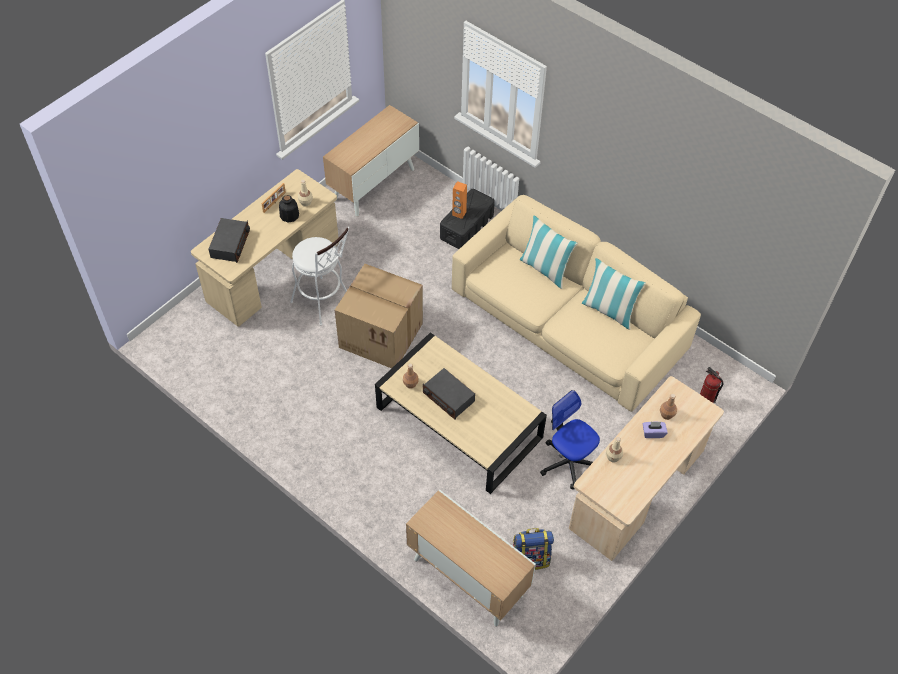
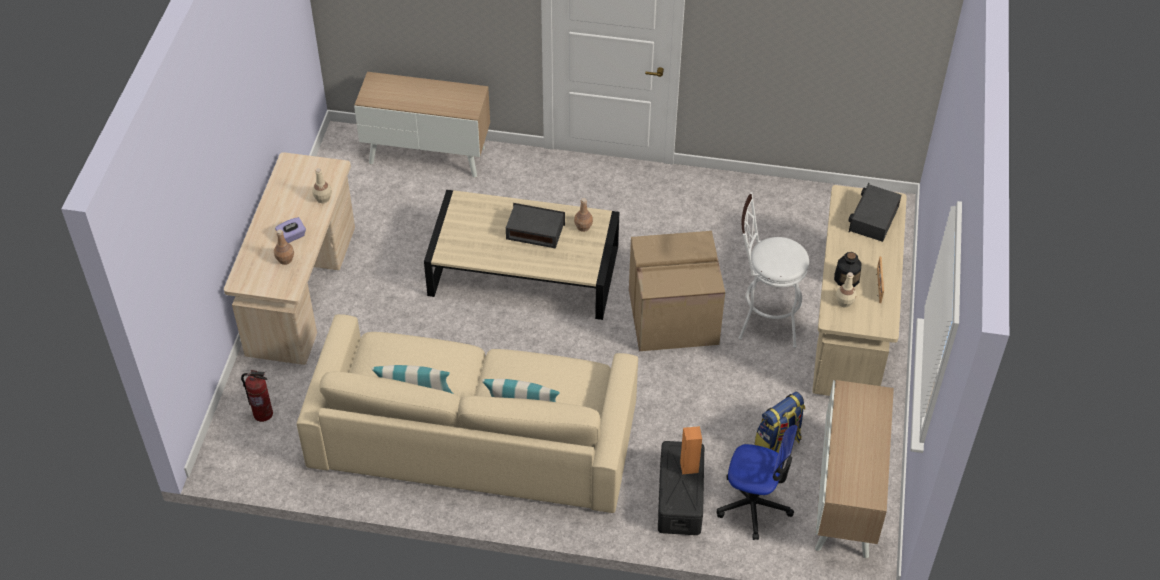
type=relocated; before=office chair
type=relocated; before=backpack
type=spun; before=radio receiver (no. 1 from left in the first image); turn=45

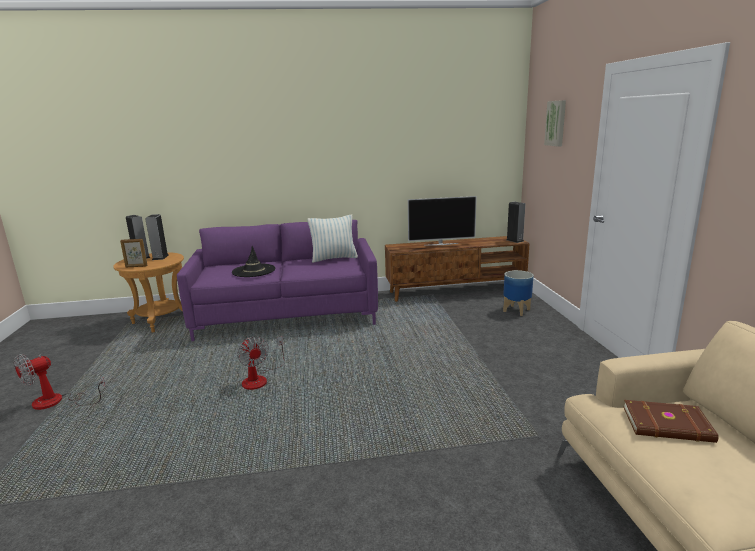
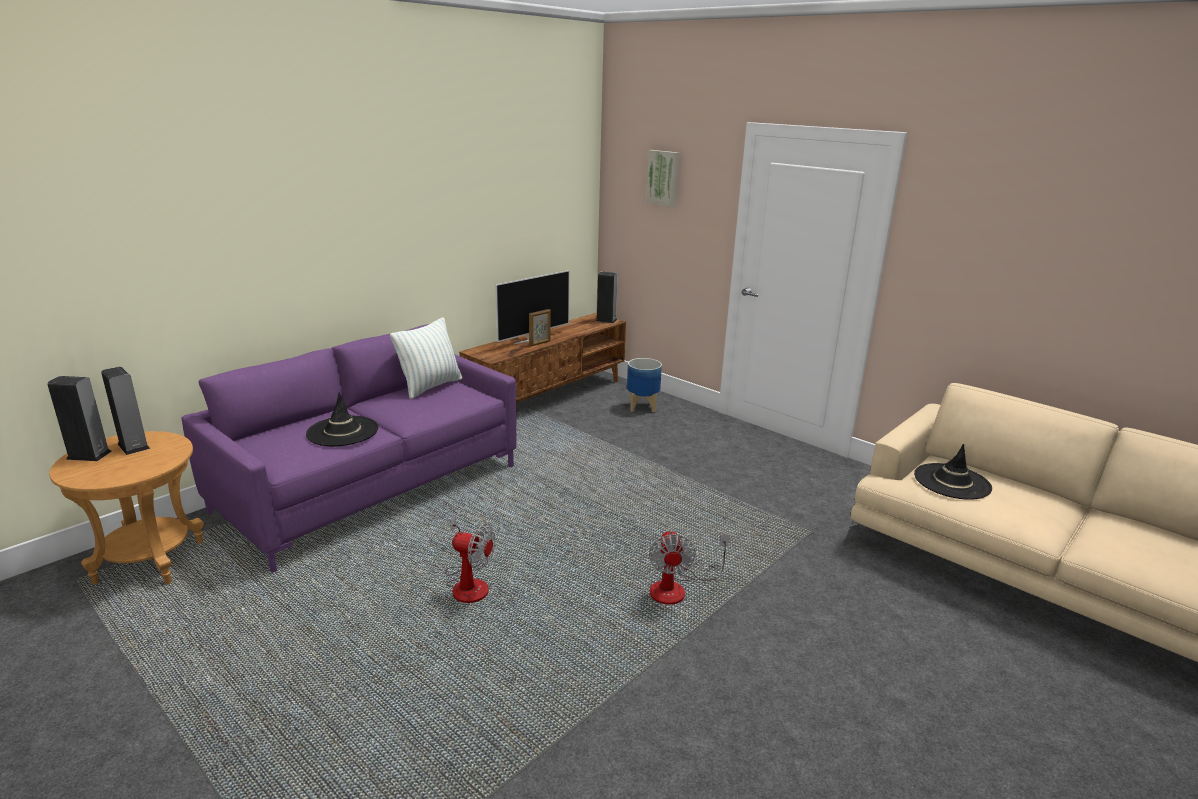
type=relocated; before=standing frame
type=relocated; before=fan (no. 1 from left in the first image); after=fan (no. 2 from left)
type=exchanged; before=brownish bound book; after=blackish hat (no. 2 from left)

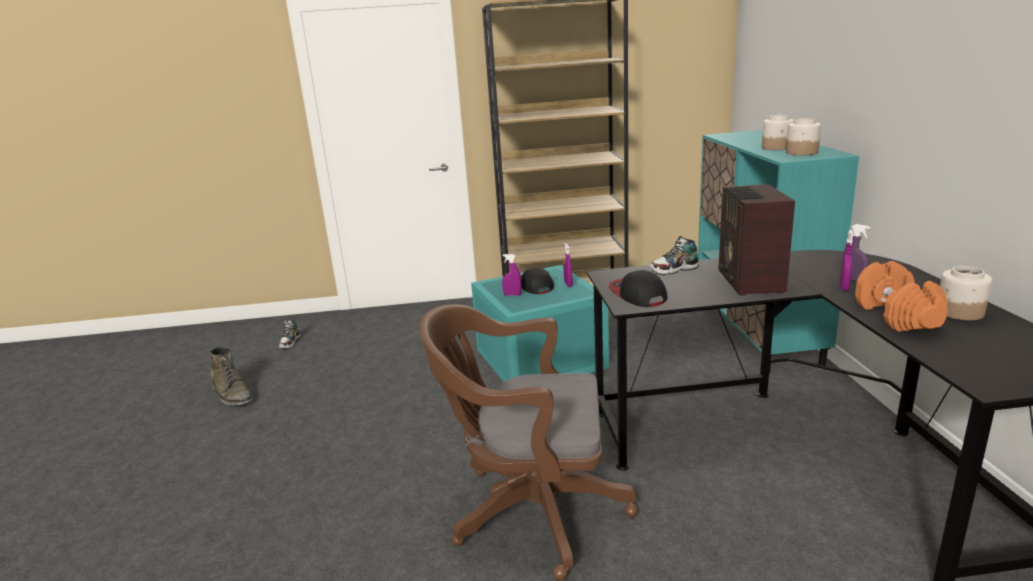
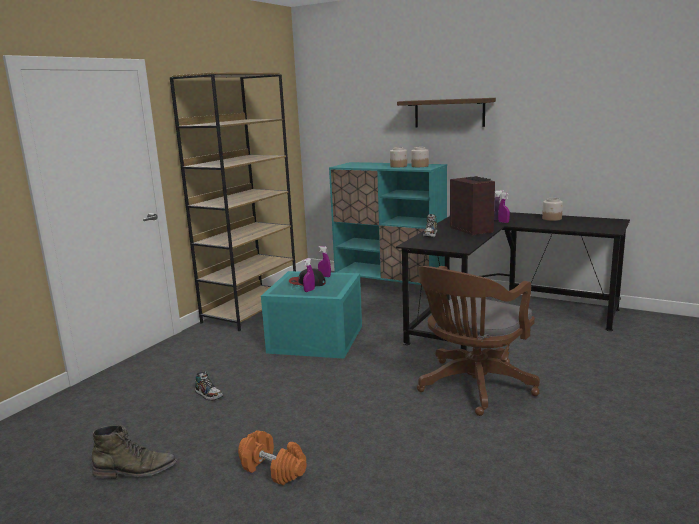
type=relocated; before=low shoe (no. 1 from left)
type=relocated; before=orange free weight
type=appeared; after=bracket shelf
type=spun; before=radio receiver; turn=-150
type=missing; before=peaked cap (no. 2 from left)

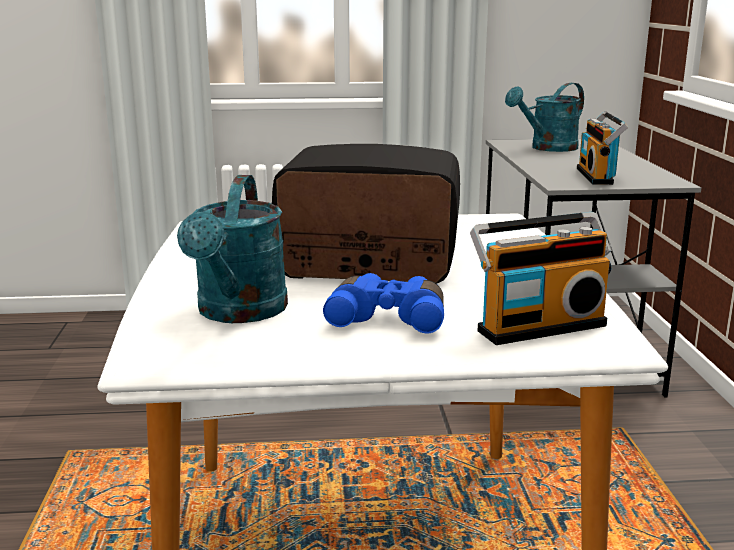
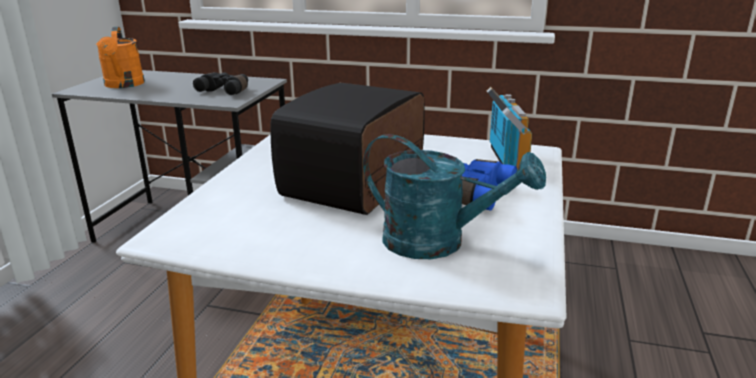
type=colour; before=turquoise-coloured watering pot (no. 2 from left); after=orange watering pot
type=exchanged; before=radio receiver (no. 3 from left); after=blackish binoculars

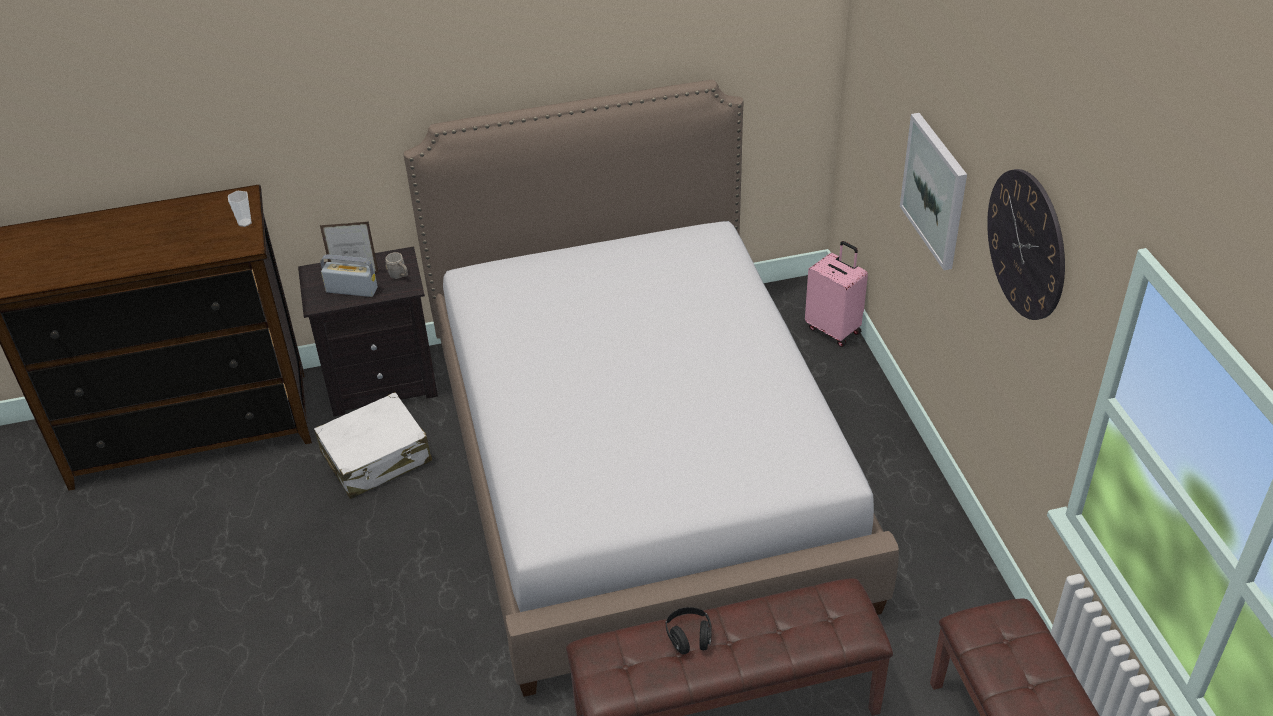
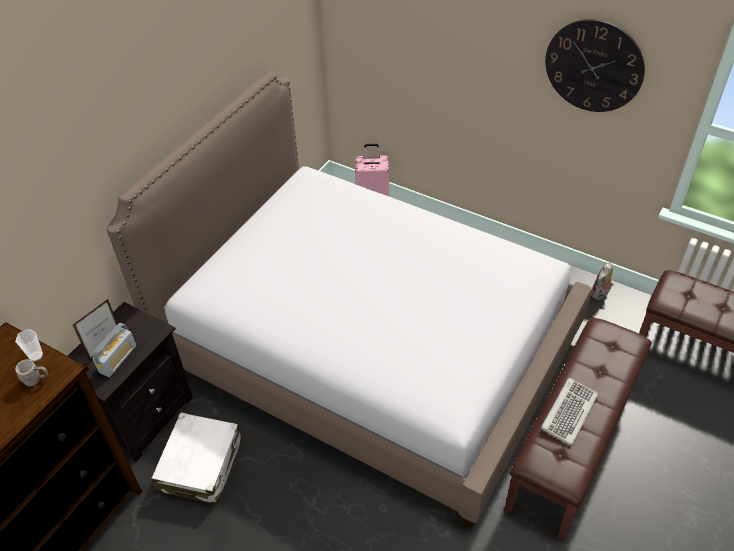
type=relocated; before=greyish mug
type=spun; before=radio receiver; turn=150
type=exchanged; before=blackish headphones; after=PC keyboard
type=appeared; after=cuddly toy
type=missing; before=picture

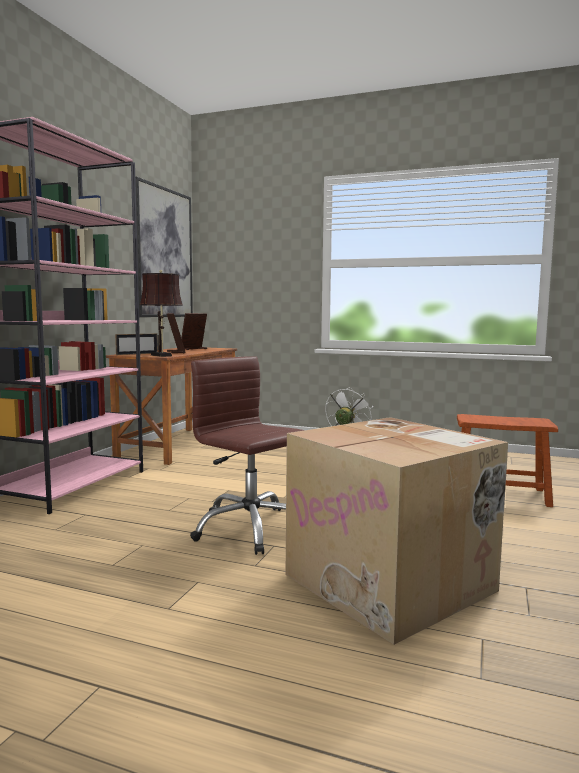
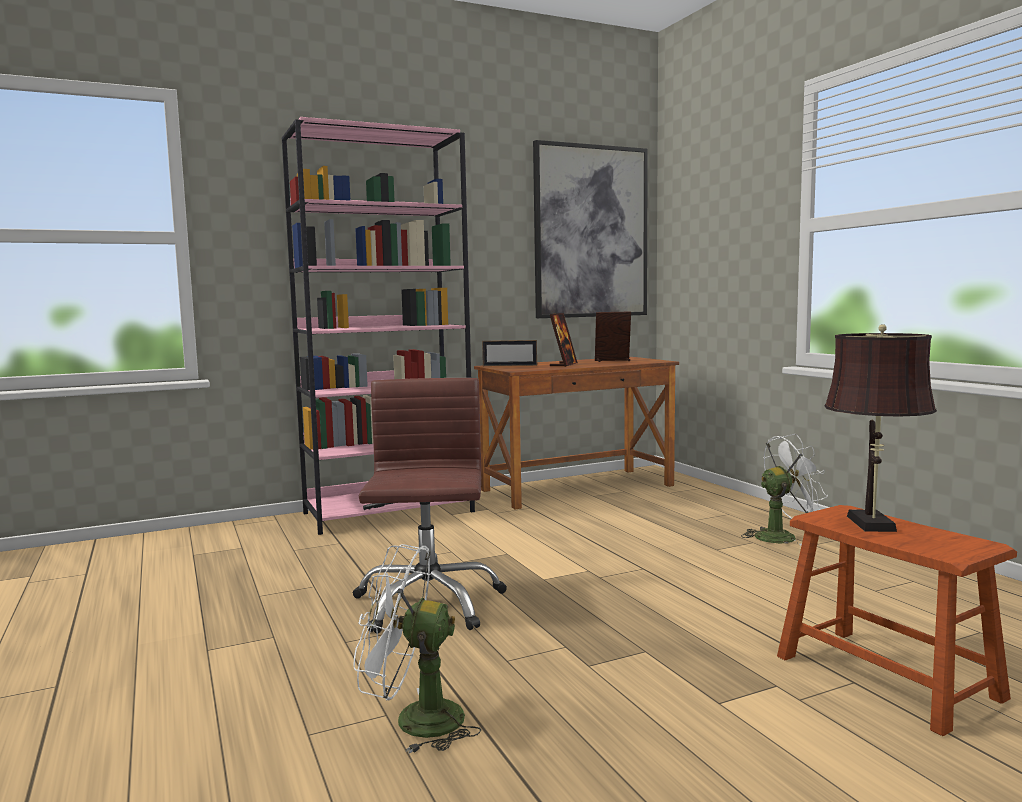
type=exchanged; before=cardboard box; after=whitish fan (no. 1 from left)
type=relocated; before=brownish lamp for a table

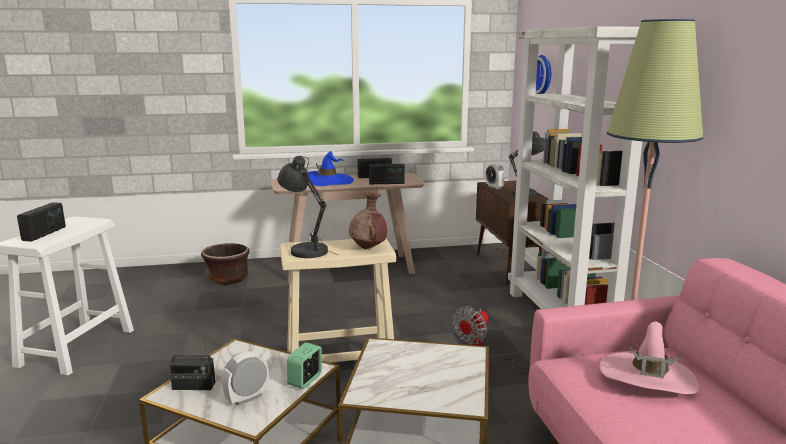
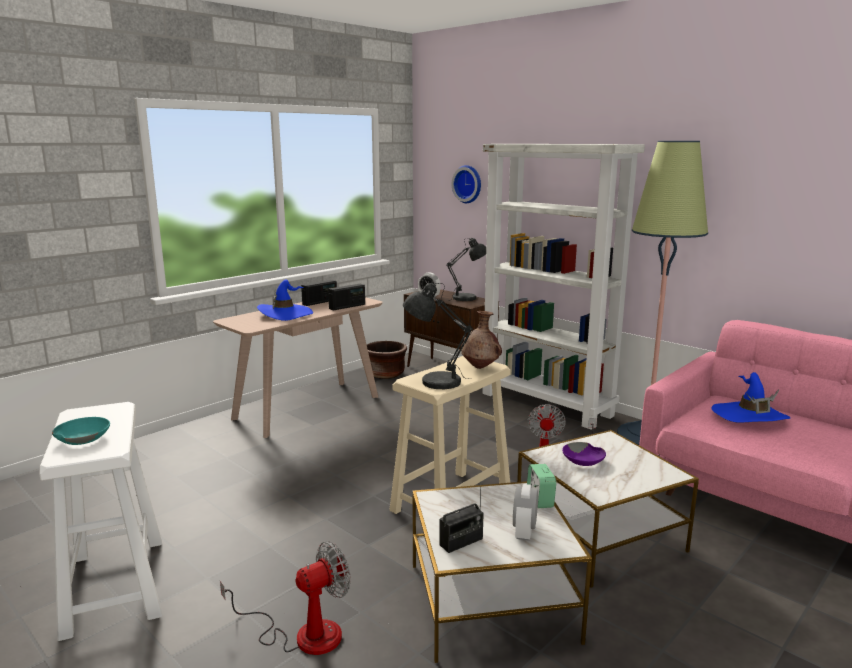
type=exchanged; before=radio receiver (no. 1 from left); after=turquoise-coloured bowl
type=appeared; after=fan (no. 1 from left)
type=relocated; before=brownish flower pot
type=appeared; after=purple bowl
type=colour; before=pink hat; after=blue hat (no. 2 from left)

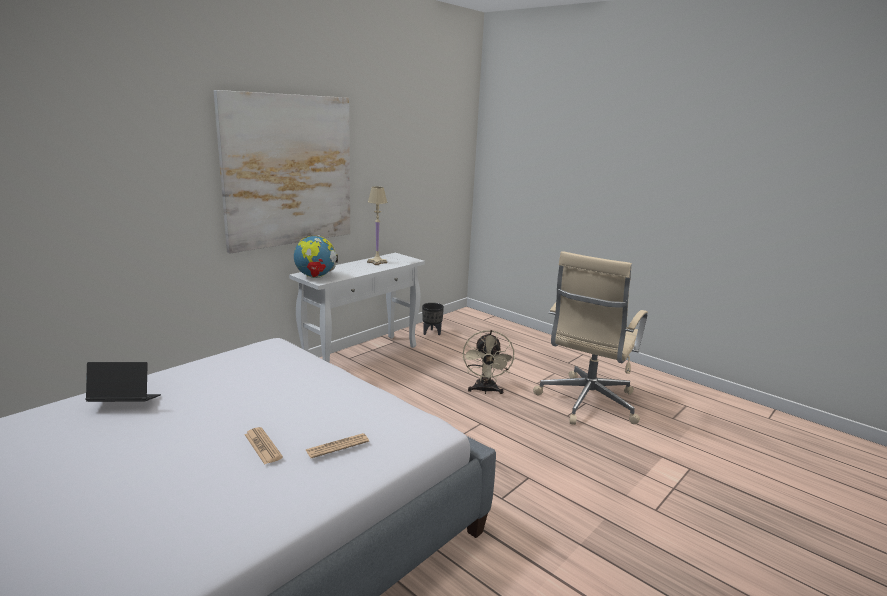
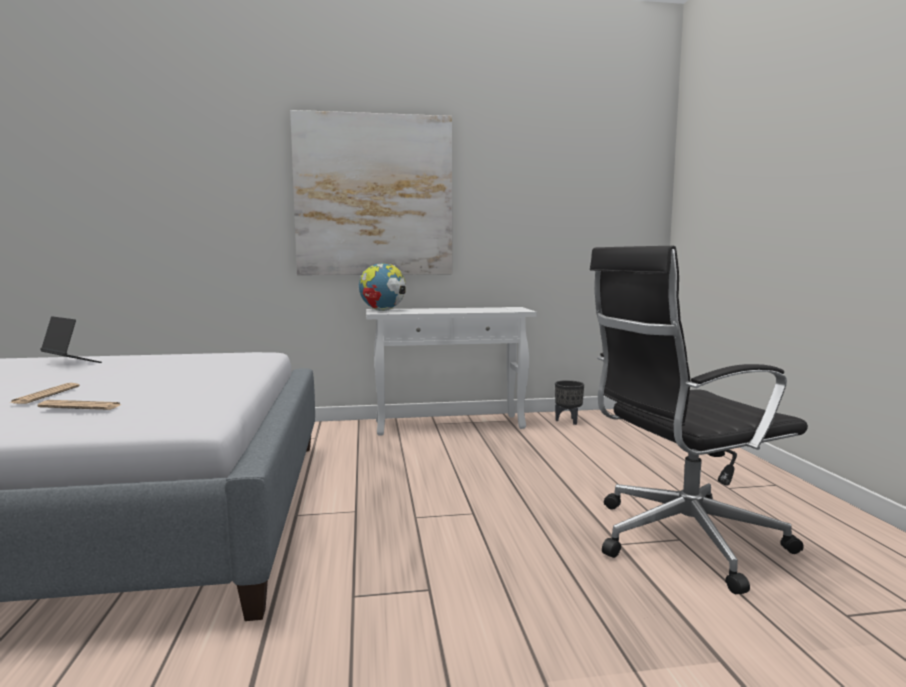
type=colour; before=beige-coloured office chair; after=blackish office chair
type=missing; before=beige-coloured lamp for a table
type=missing; before=beige-coloured fan

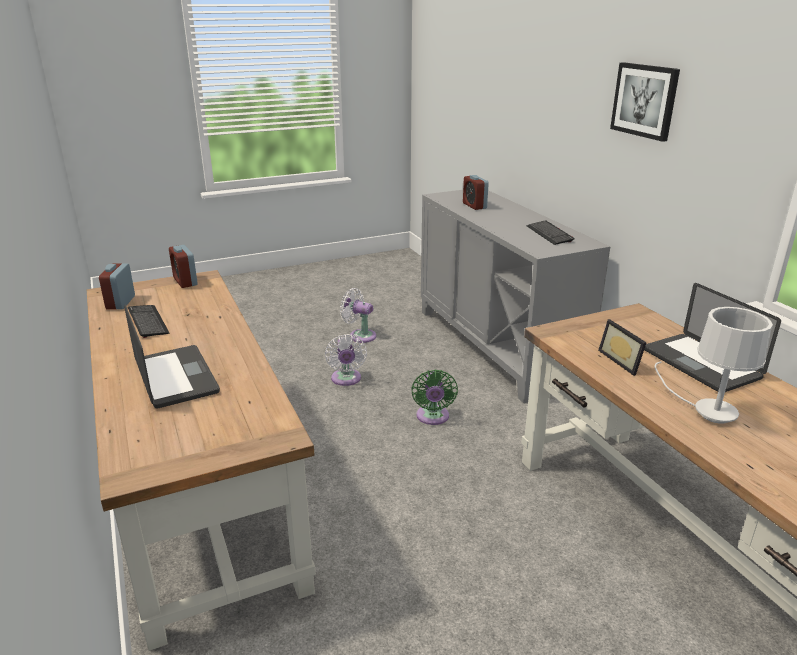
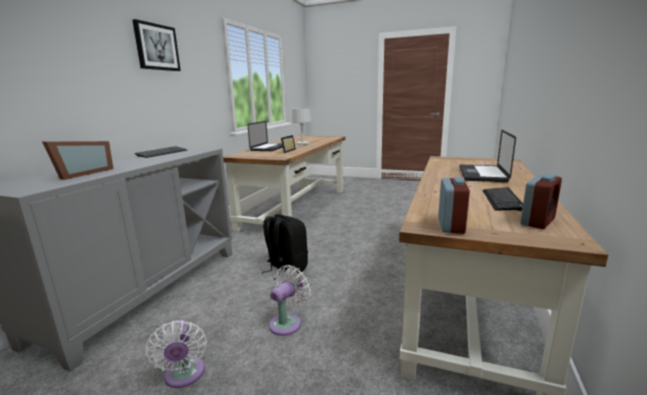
type=exchanged; before=table clock (no. 3 from left); after=standing frame (no. 1 from left)
type=exchanged; before=greenish fan; after=blackish backpack

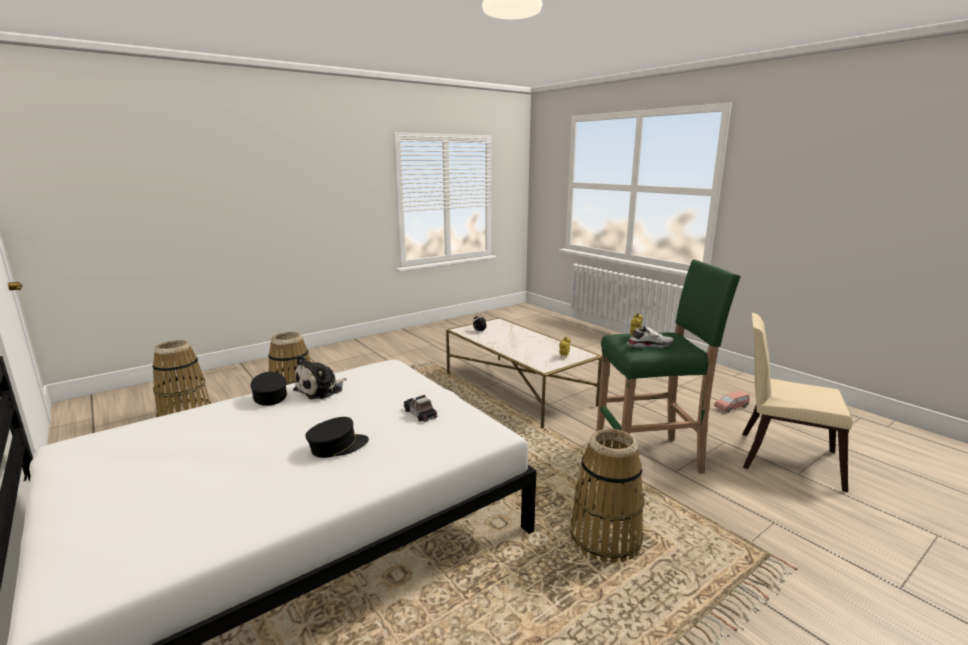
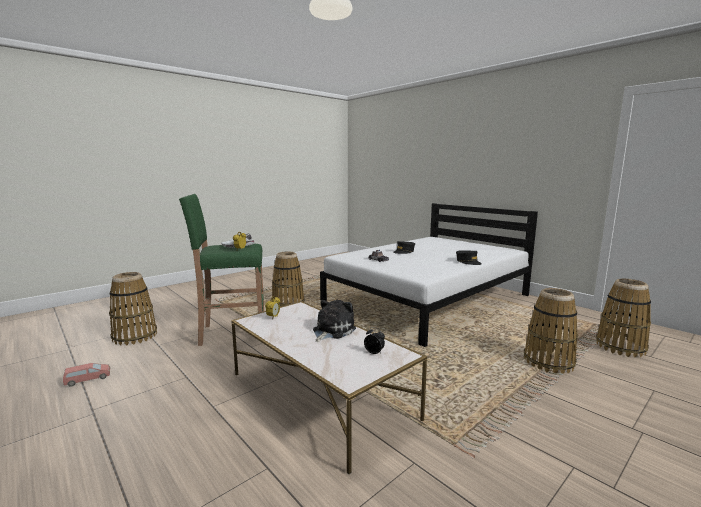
type=exchanged; before=beige-coloured chair; after=storage basket (no. 1 from left)
type=relocated; before=cuddly toy

